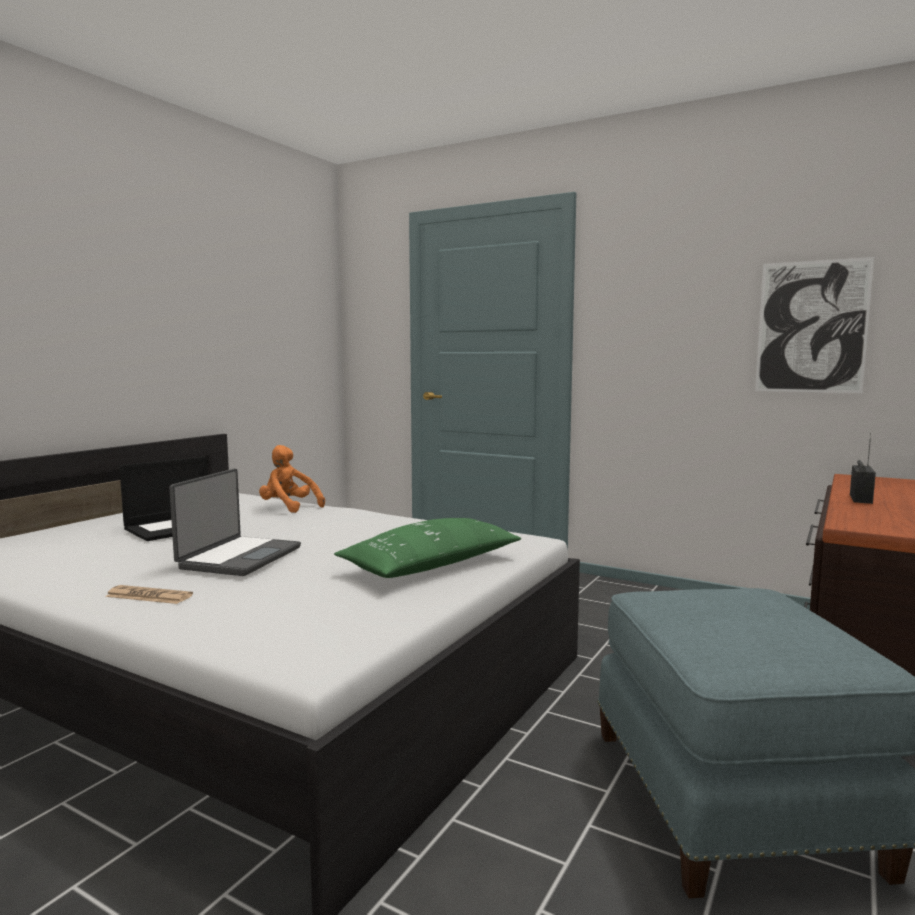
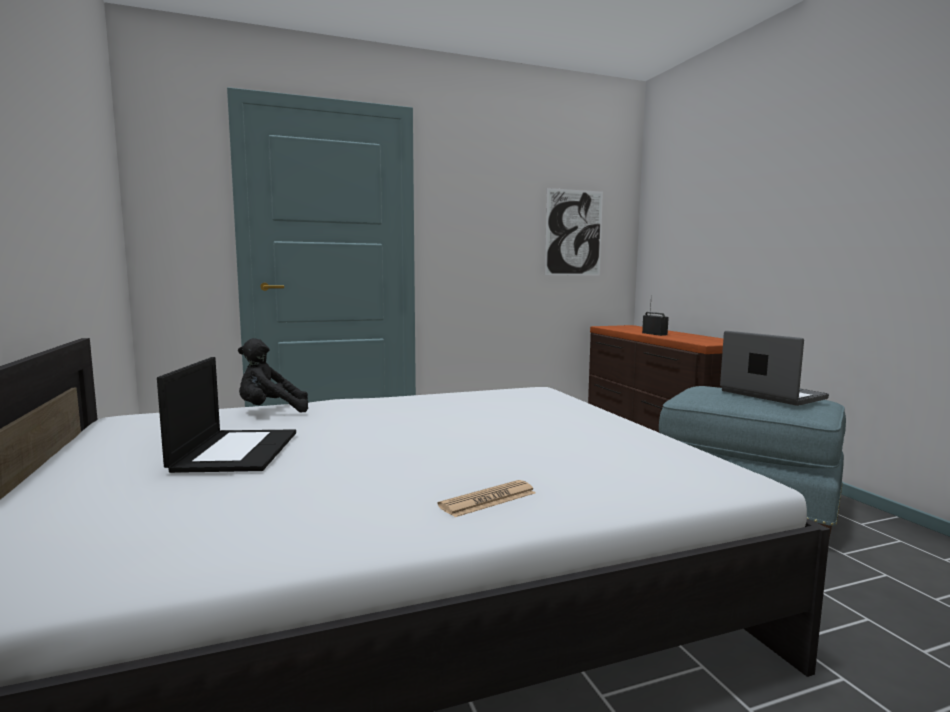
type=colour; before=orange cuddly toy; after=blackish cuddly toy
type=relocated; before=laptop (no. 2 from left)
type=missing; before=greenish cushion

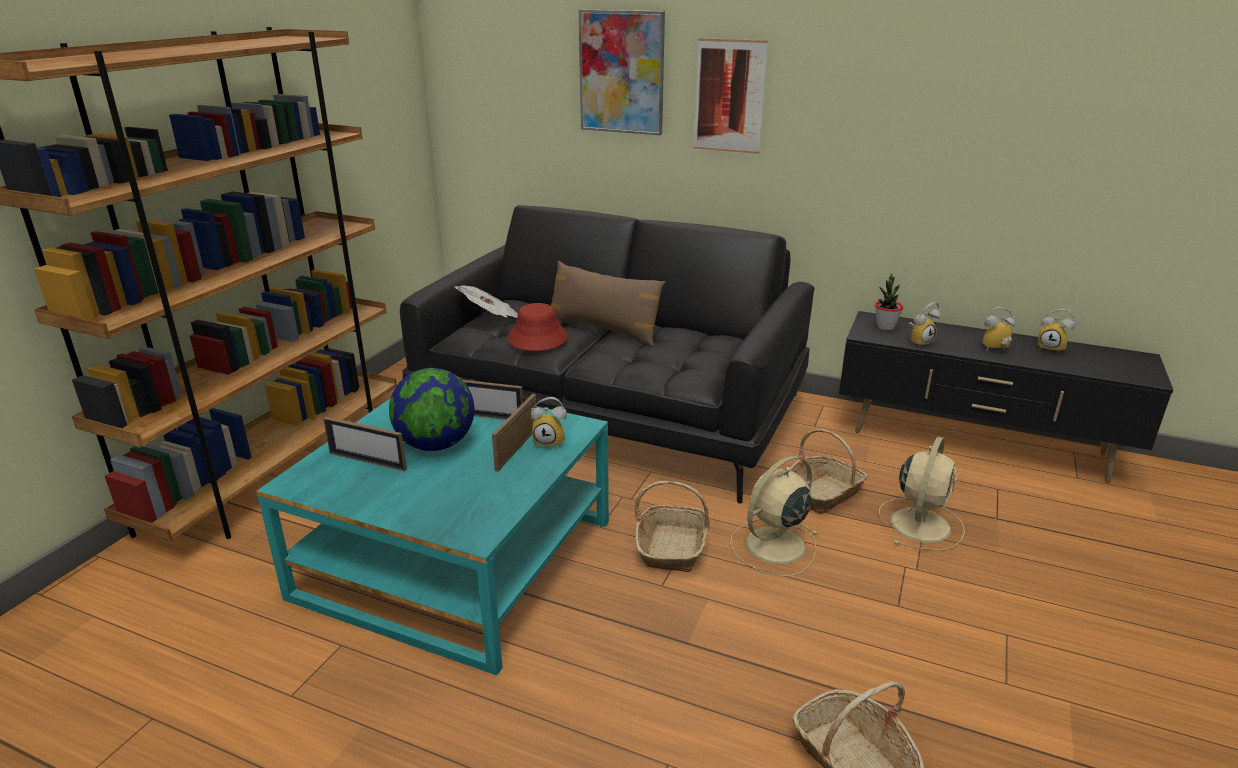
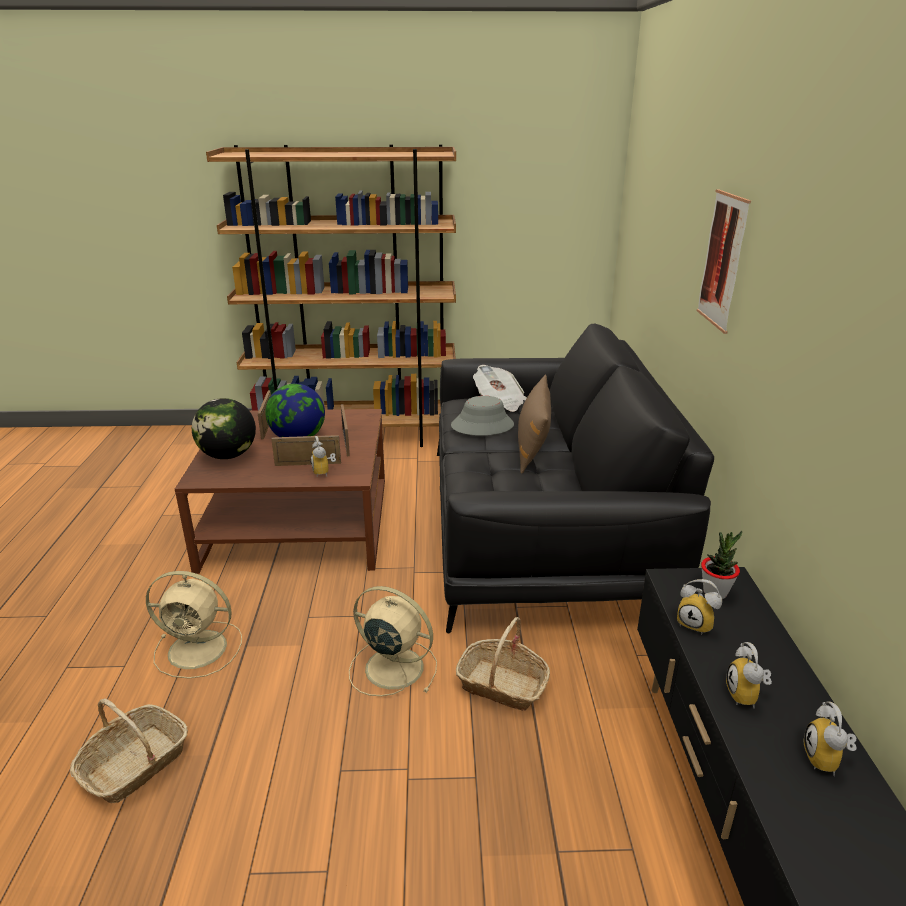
type=relocated; before=beige-coloured fan (no. 2 from left in the first image); after=beige-coloured fan (no. 1 from left)
type=colour; before=turquoise-coloured coffee table; after=brownish coffee table
type=appeared; after=world globe (no. 1 from left)
type=colour; before=reddish hat; after=greyish hat
type=spun; before=table clock (no. 3 from left); turn=-150
type=missing; before=picture (no. 1 from left)
type=missing; before=storage basket (no. 1 from left)

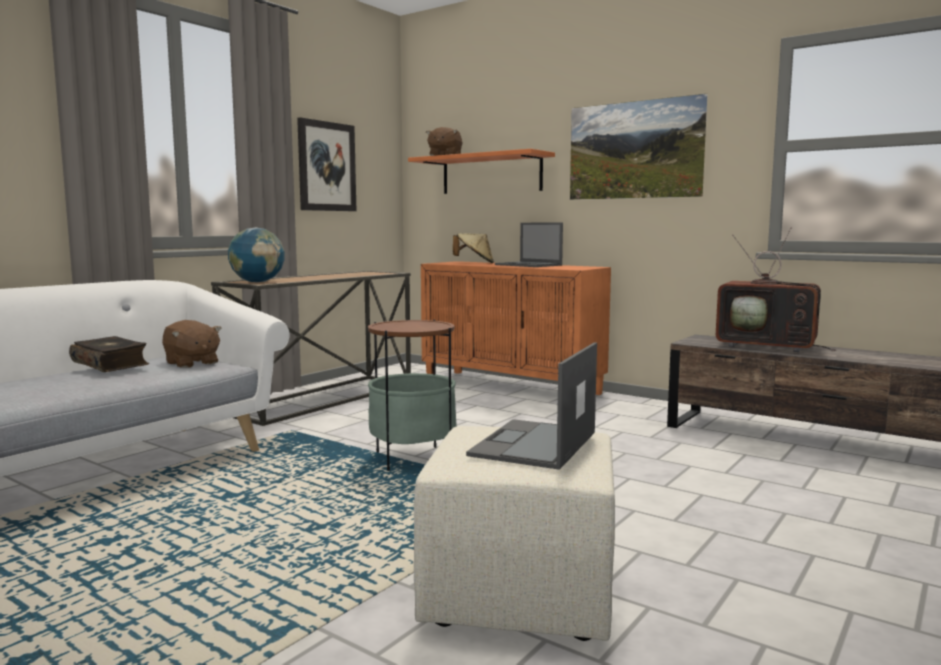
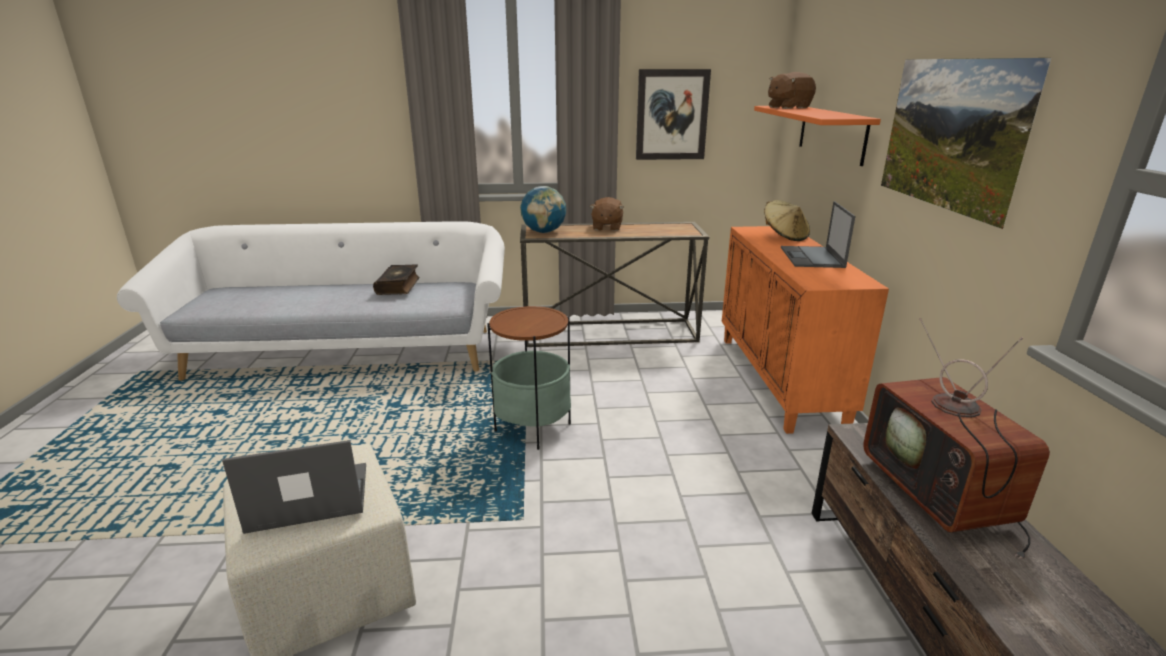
type=relocated; before=brownish cuddly toy (no. 1 from left)

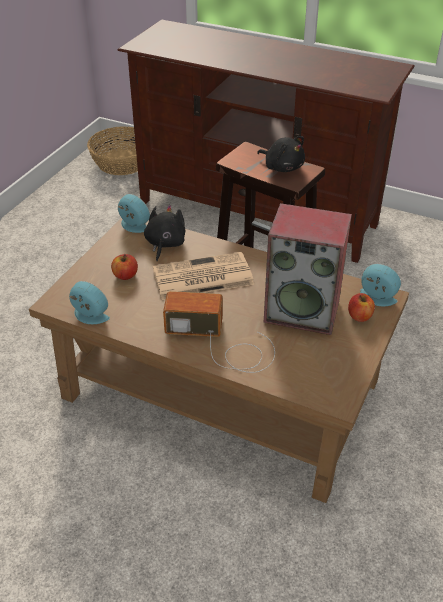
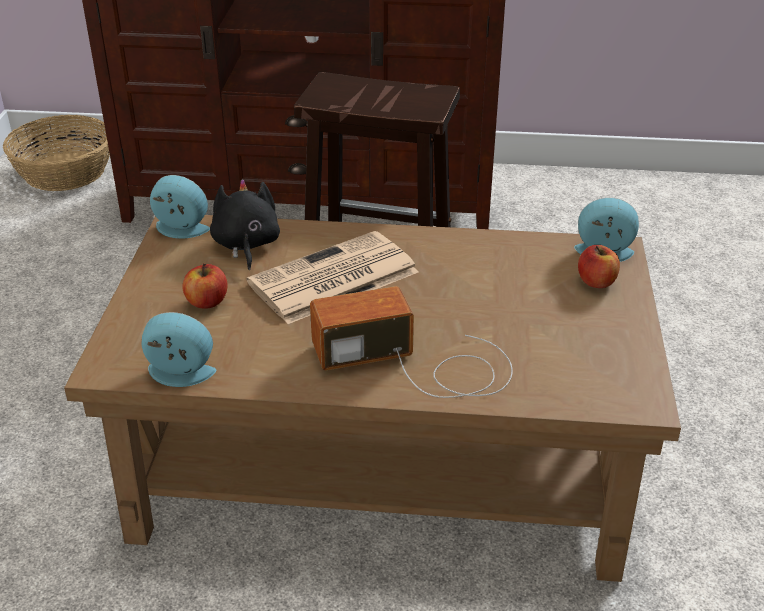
type=missing; before=blackish cuddly toy (no. 2 from left)
type=missing; before=audio speaker

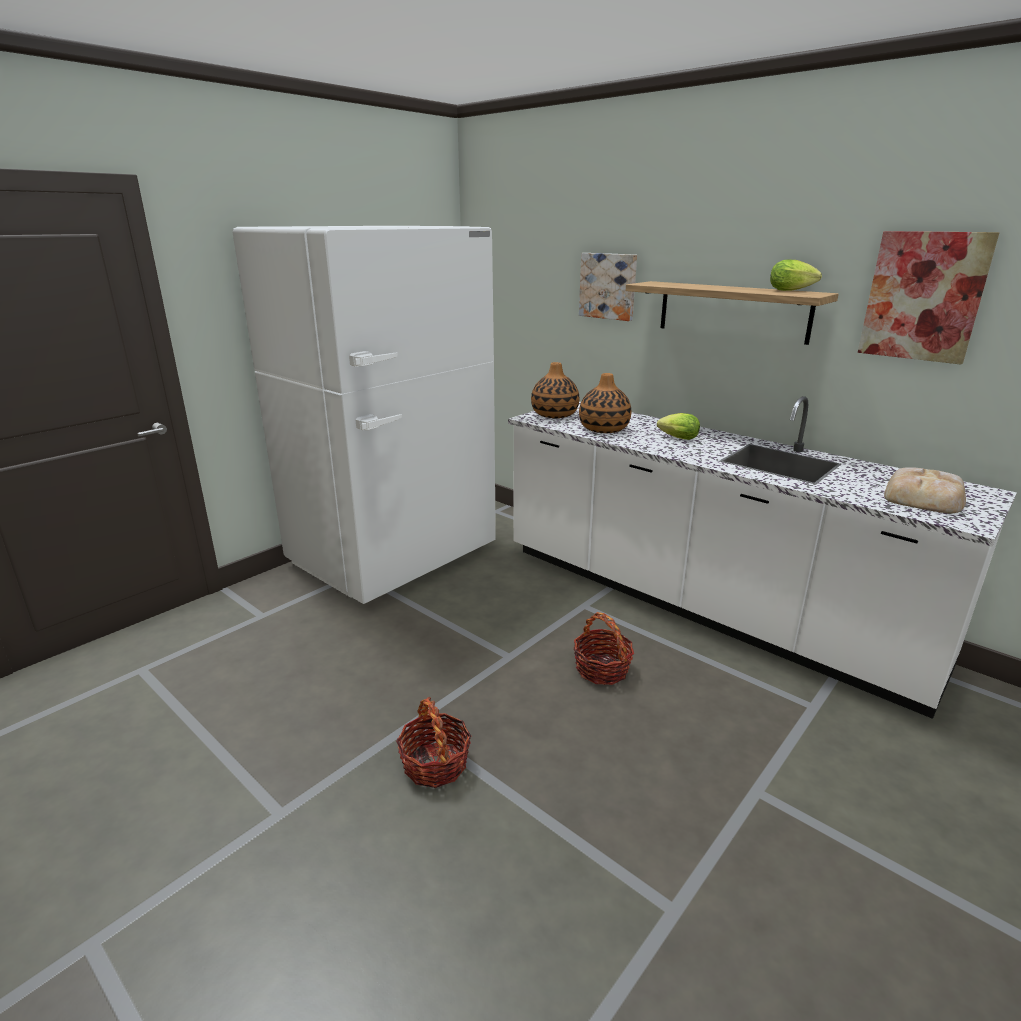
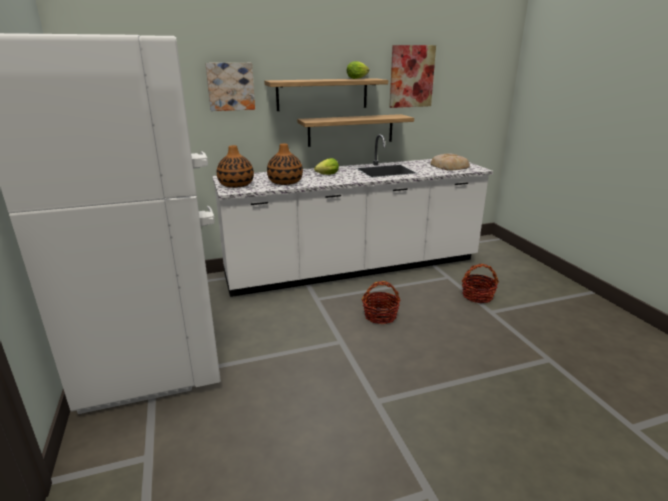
type=appeared; after=bracket shelf (no. 2 from left)
type=relocated; before=storage basket (no. 1 from left in the first image); after=storage basket (no. 2 from left)

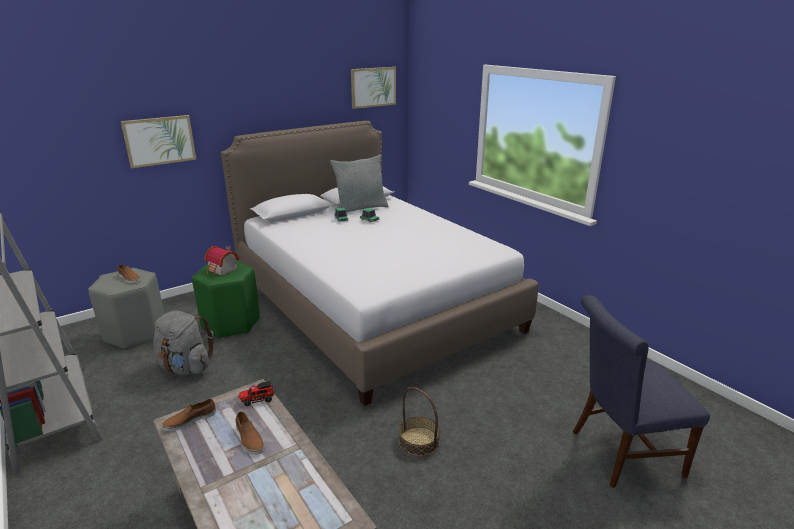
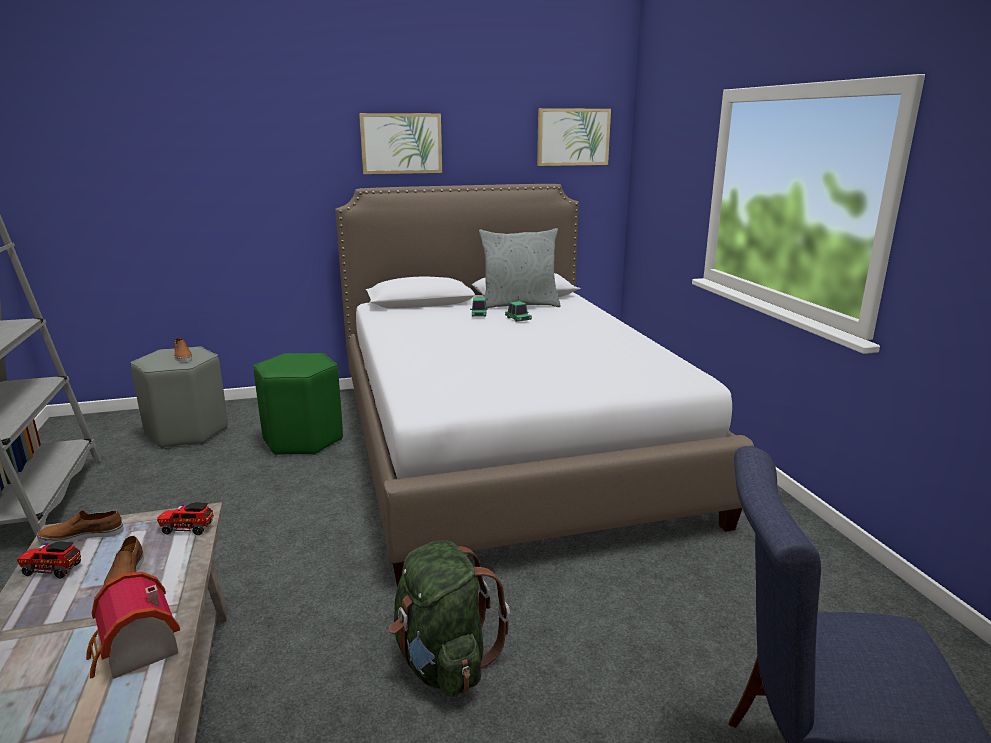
type=appeared; after=toy truck (no. 1 from left)
type=relocated; before=model house
type=relocated; before=picture (no. 1 from left)
type=exchanged; before=storage basket; after=greenish backpack
type=missing; before=greyish backpack

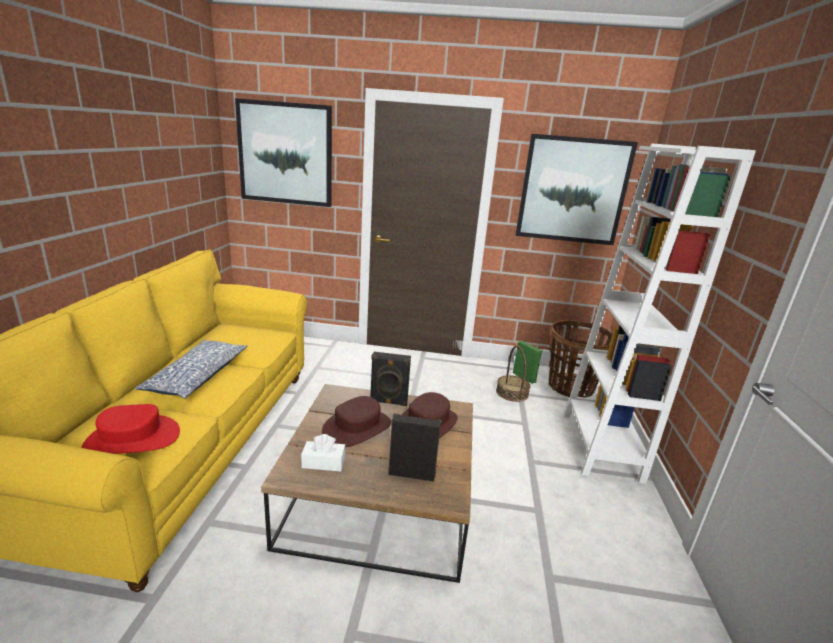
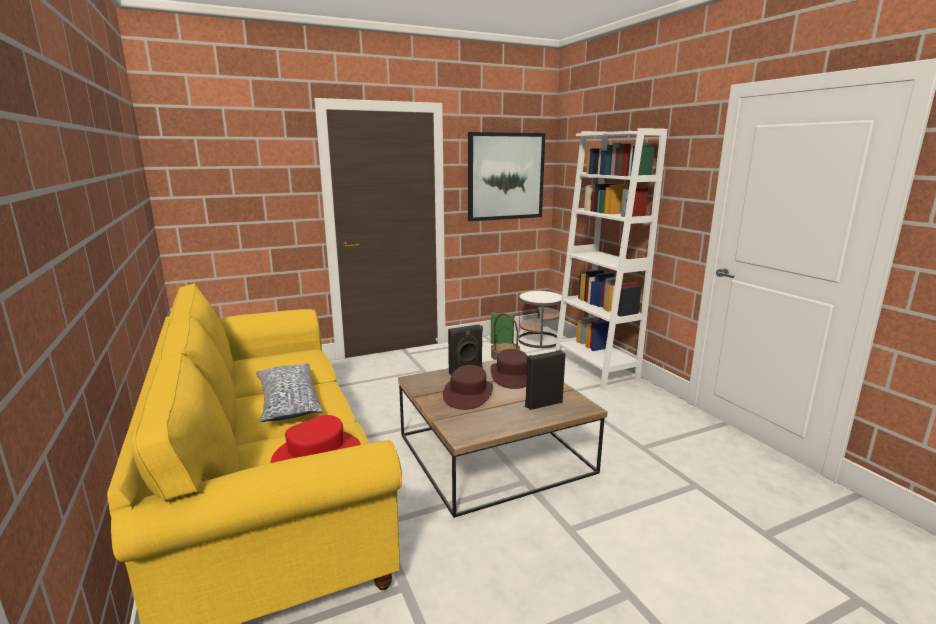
type=exchanged; before=storage basket (no. 2 from left); after=whitish side table
type=missing; before=picture (no. 1 from left)
type=missing; before=whitish tissue holder

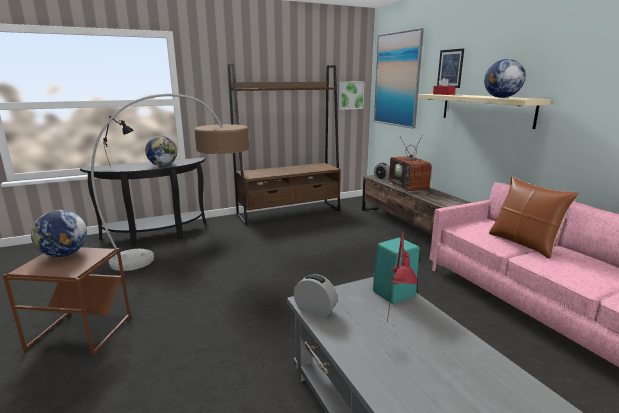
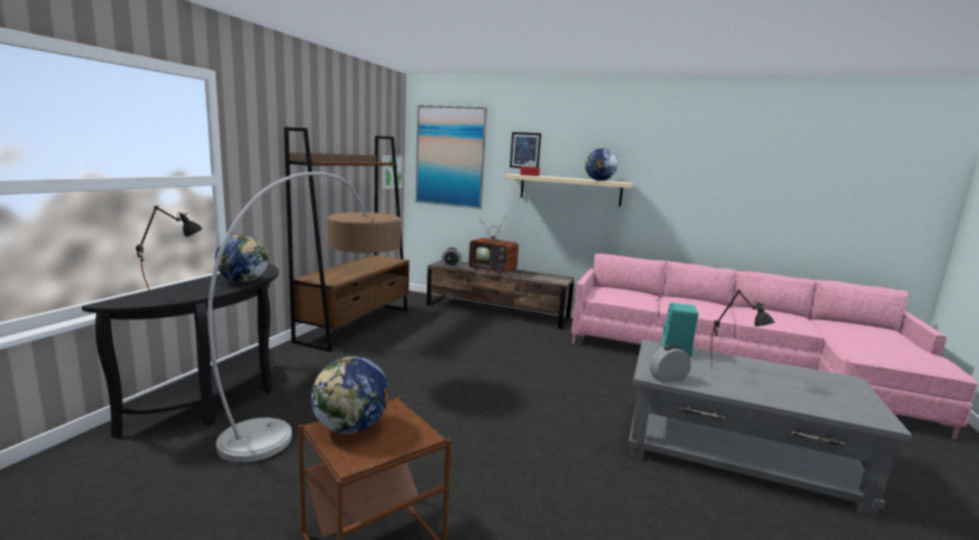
type=colour; before=reddish lamp for a table; after=blackish lamp for a table (no. 2 from left)
type=missing; before=brownish cushion

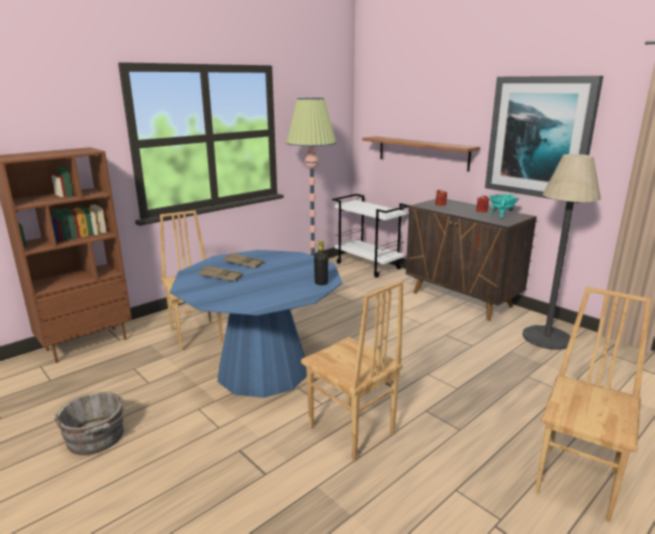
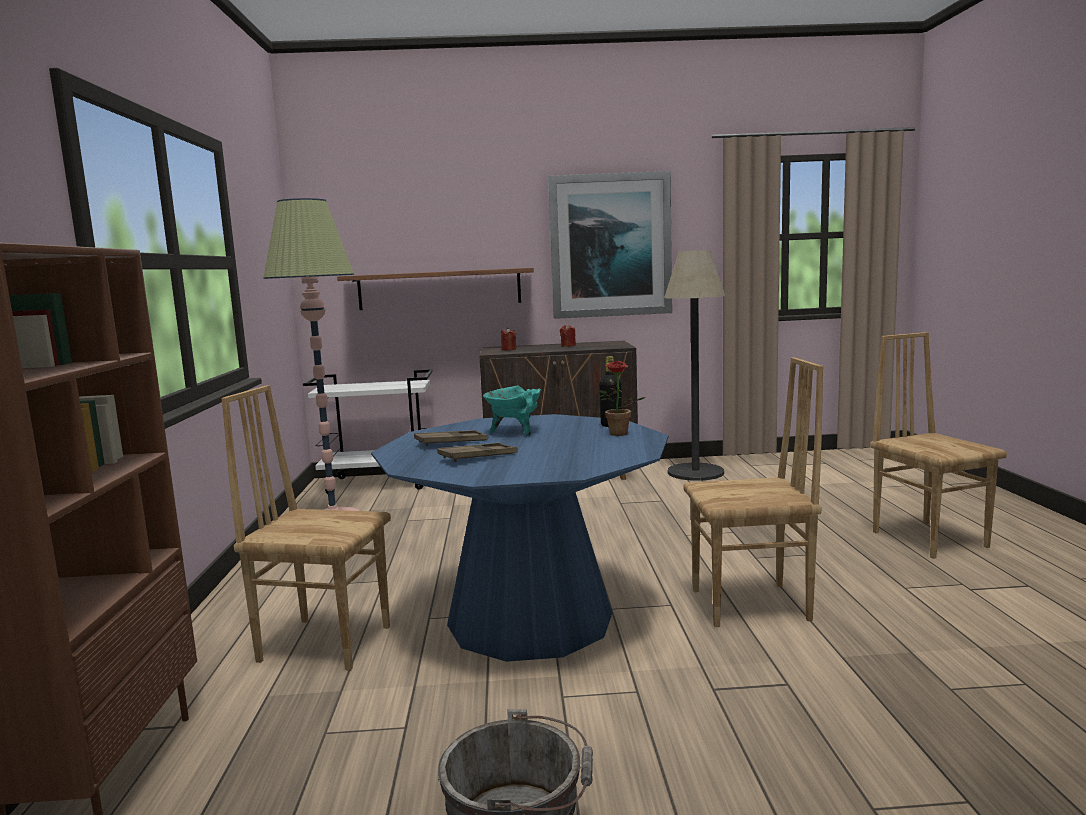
type=relocated; before=turquoise-coloured cooking pot
type=appeared; after=houseplant

